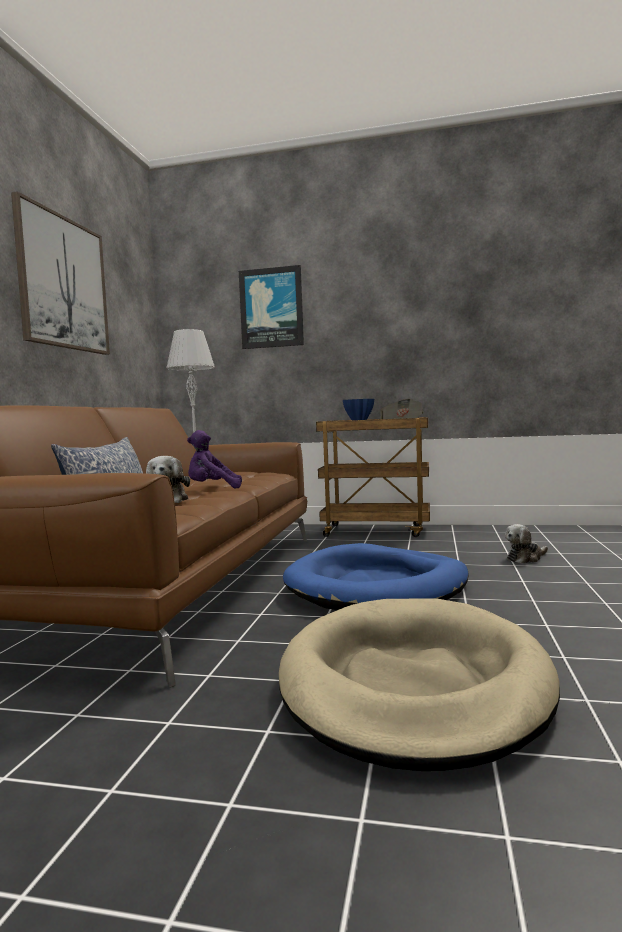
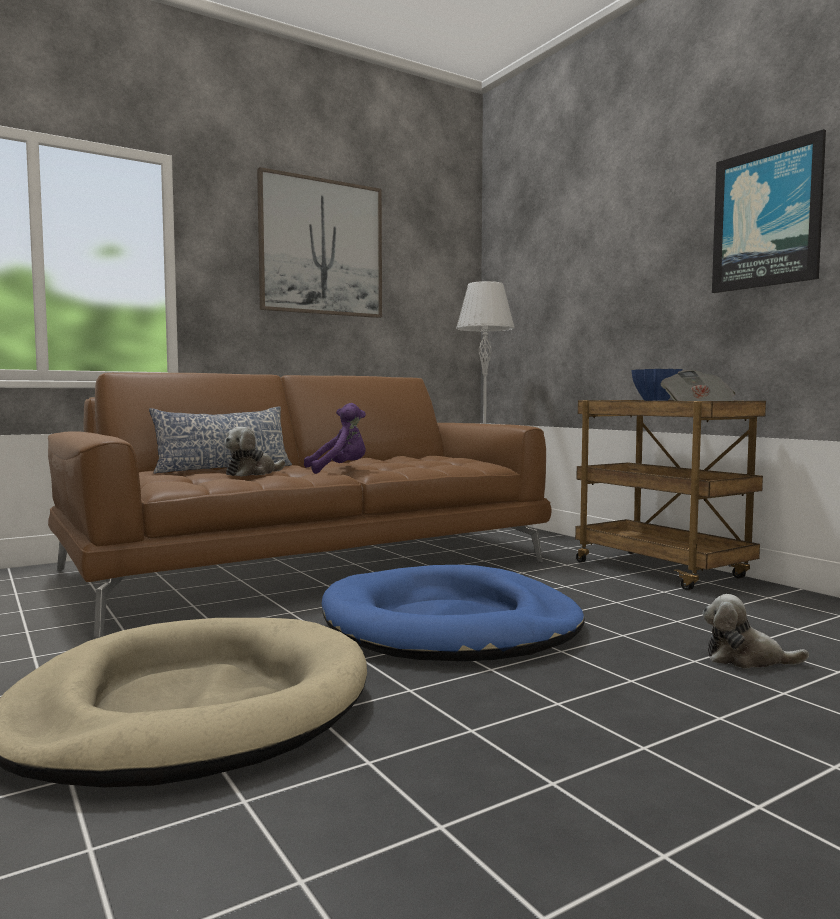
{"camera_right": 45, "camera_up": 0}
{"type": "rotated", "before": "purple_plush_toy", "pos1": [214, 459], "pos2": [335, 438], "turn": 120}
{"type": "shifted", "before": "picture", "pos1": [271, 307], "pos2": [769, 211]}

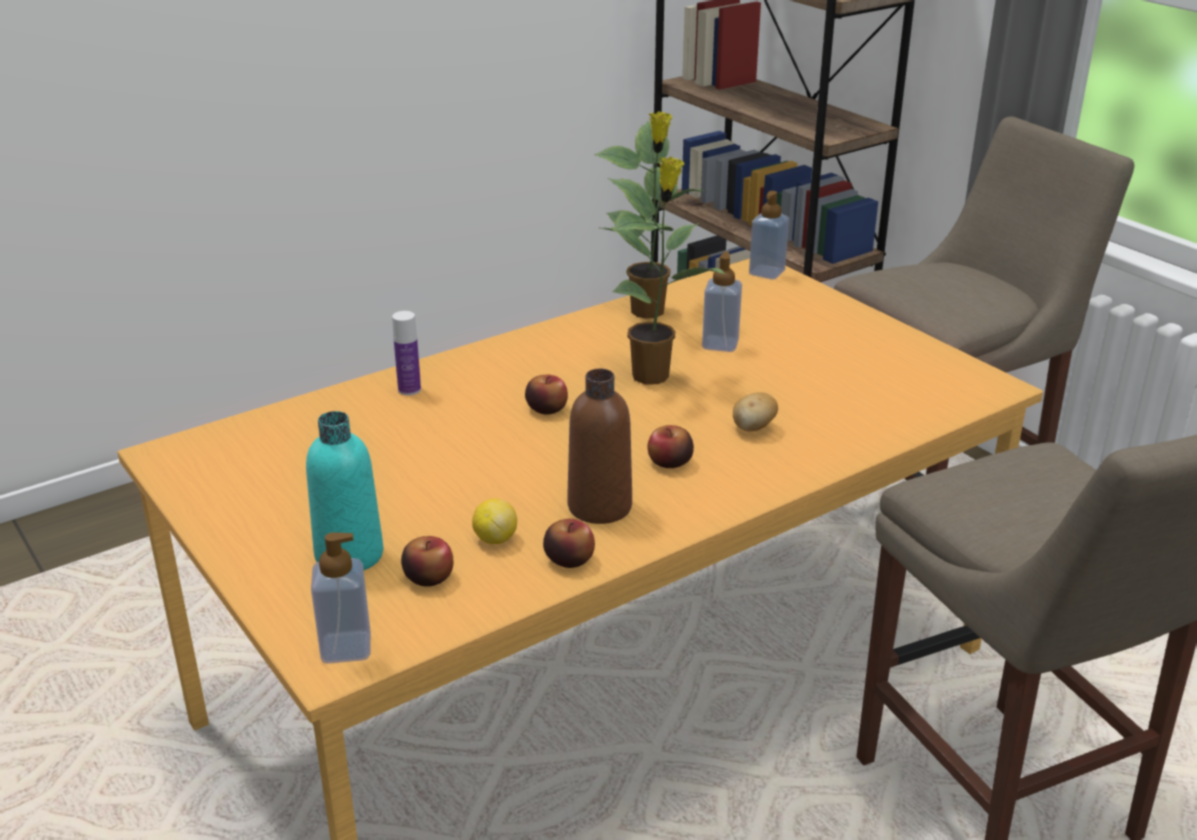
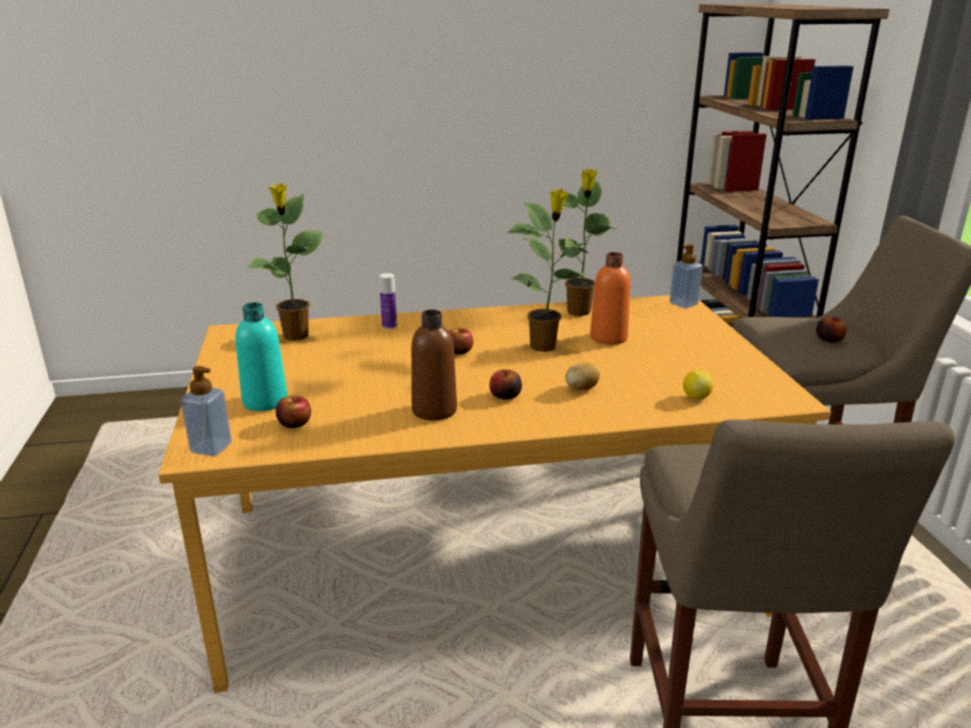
{"camera_right": 25, "camera_up": -5}
{"type": "new", "after": "potted_plant", "pos2": [284, 262]}
{"type": "swapped", "before": "soap_dispenser", "after": "orange_bottle", "pos1": [722, 301], "pos2": [610, 298]}
{"type": "shifted", "before": "lemon", "pos1": [494, 521], "pos2": [698, 385]}
{"type": "shifted", "before": "apple", "pos1": [569, 543], "pos2": [831, 330]}

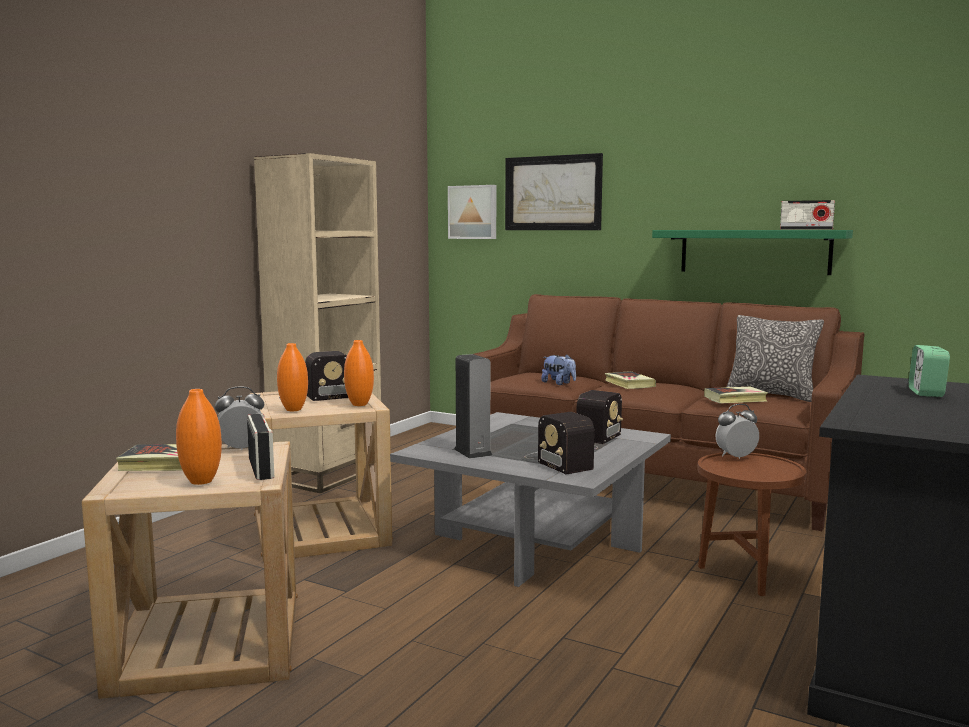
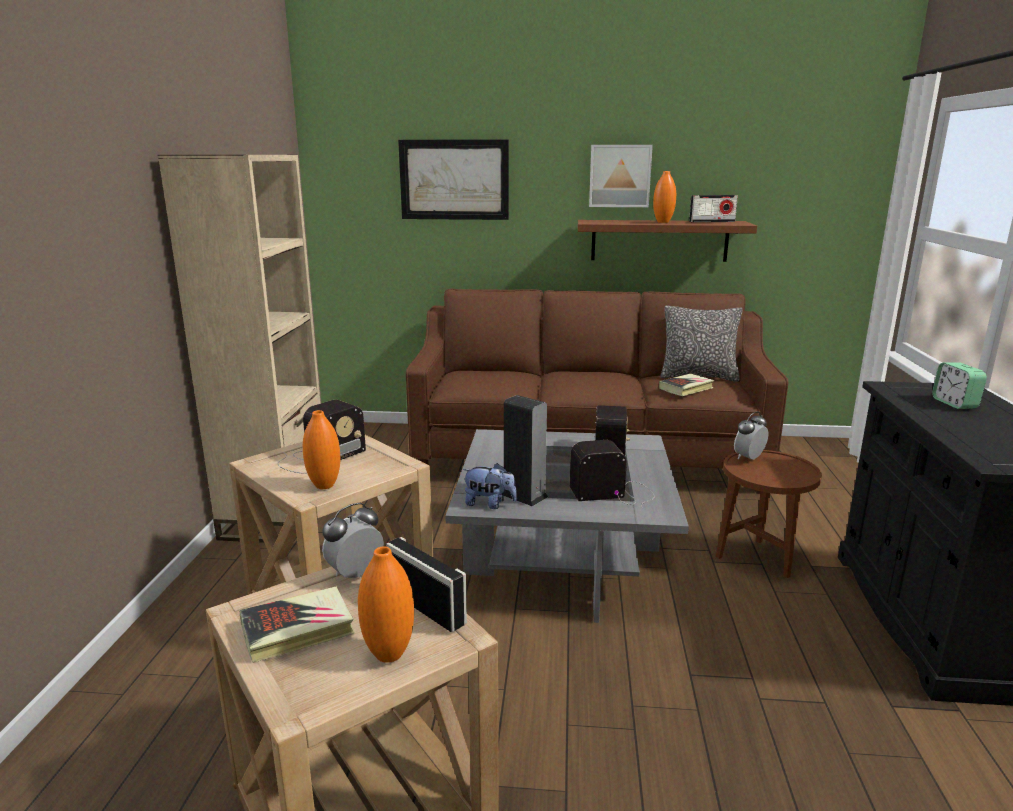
{"camera_right": -25, "camera_up": 10}
{"type": "shifted", "before": "plush_toy", "pos1": [558, 369], "pos2": [489, 486]}
{"type": "rotated", "before": "radio", "pos1": [560, 443], "pos2": [612, 474], "turn": 135}
{"type": "repainted", "before": "green_shelf", "after": "brown_shelf", "pos1": [752, 252], "pos2": [667, 241]}
{"type": "shifted", "before": "picture", "pos1": [472, 212], "pos2": [621, 176]}
{"type": "shifted", "before": "orange_vase", "pos1": [359, 373], "pos2": [664, 197]}
{"type": "gone", "before": "book", "pos1": [630, 380]}

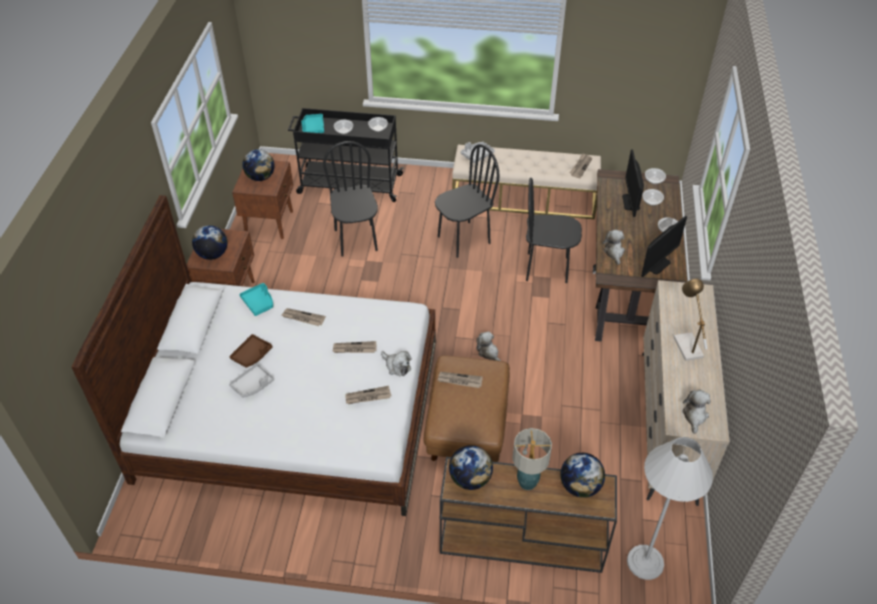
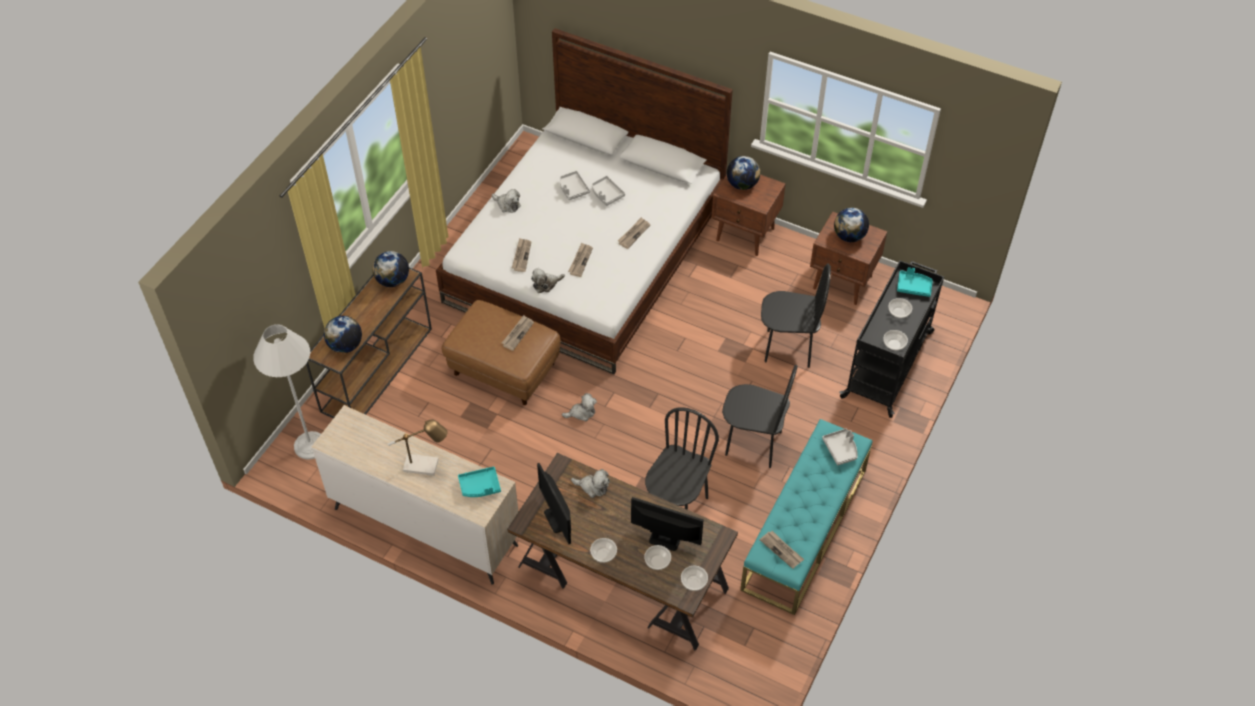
{"camera_right": 110, "camera_up": 5}
{"type": "shifted", "before": "turquoise_tray", "pos1": [256, 299], "pos2": [479, 482]}
{"type": "shifted", "before": "plush_toy", "pos1": [696, 412], "pos2": [506, 201]}
{"type": "repainted", "before": "brown_tray", "after": "grey_tray", "pos1": [251, 351], "pos2": [608, 191]}
{"type": "rotated", "before": "black_chair", "pos1": [467, 201], "pos2": [760, 416], "turn": -60}
{"type": "repainted", "before": "beige_bench", "after": "turquoise_bench", "pos1": [526, 182], "pos2": [806, 517]}
{"type": "gone", "before": "table_lamp", "pos1": [532, 459]}

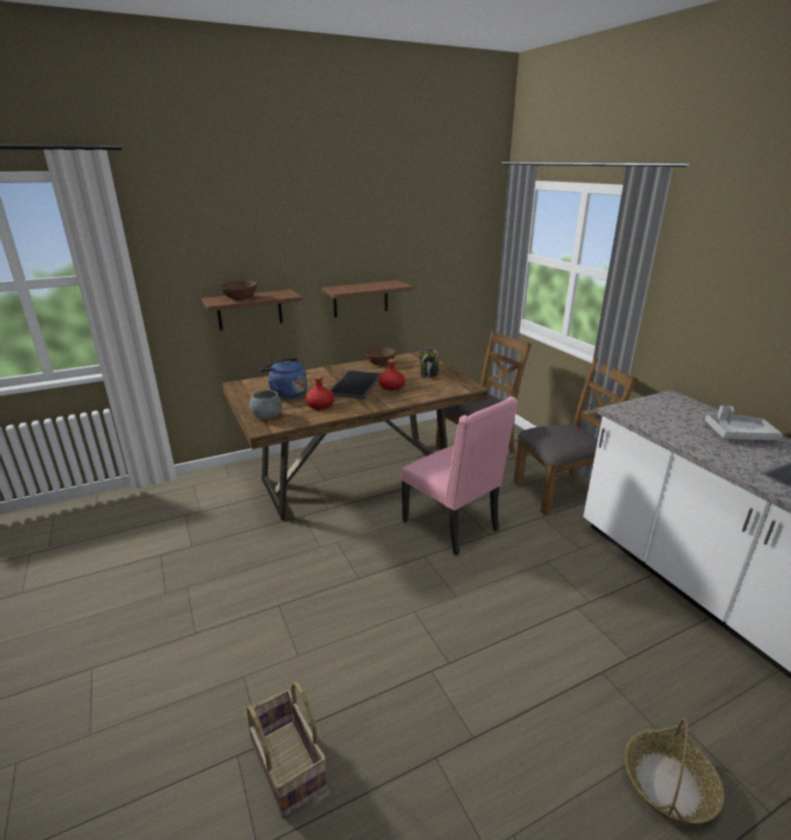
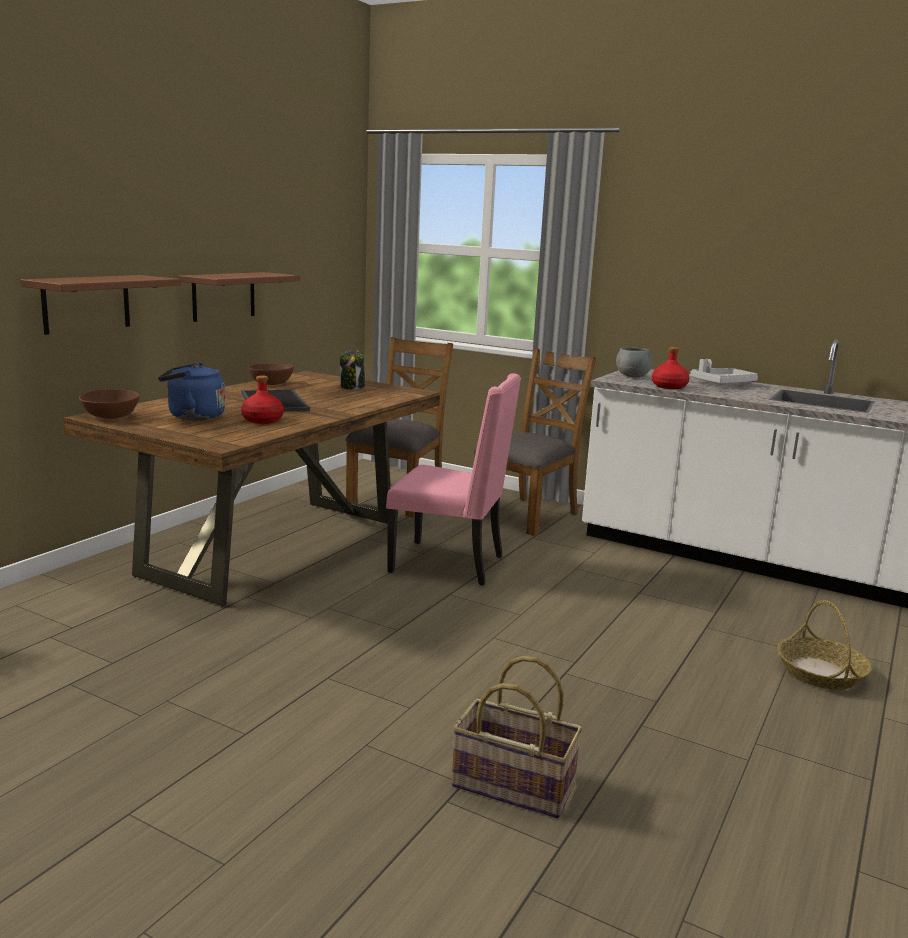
{"camera_right": -35, "camera_up": -10}
{"type": "shifted", "before": "brown_bowl", "pos1": [238, 290], "pos2": [109, 404]}
{"type": "shifted", "before": "grey_bowl", "pos1": [265, 404], "pos2": [634, 362]}
{"type": "shifted", "before": "red_bottle", "pos1": [392, 374], "pos2": [671, 368]}

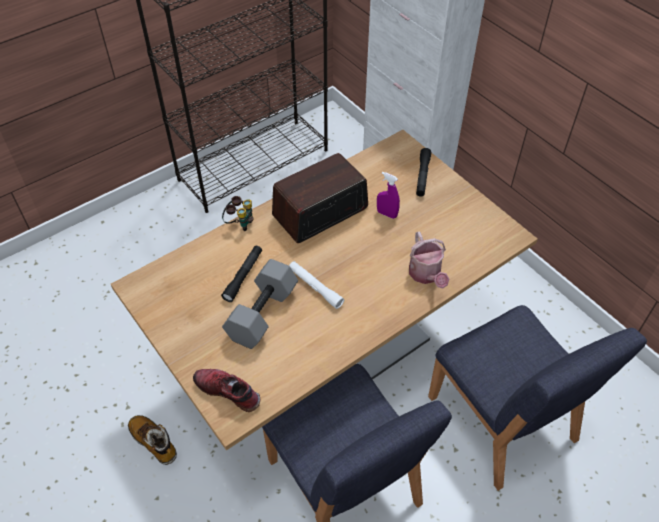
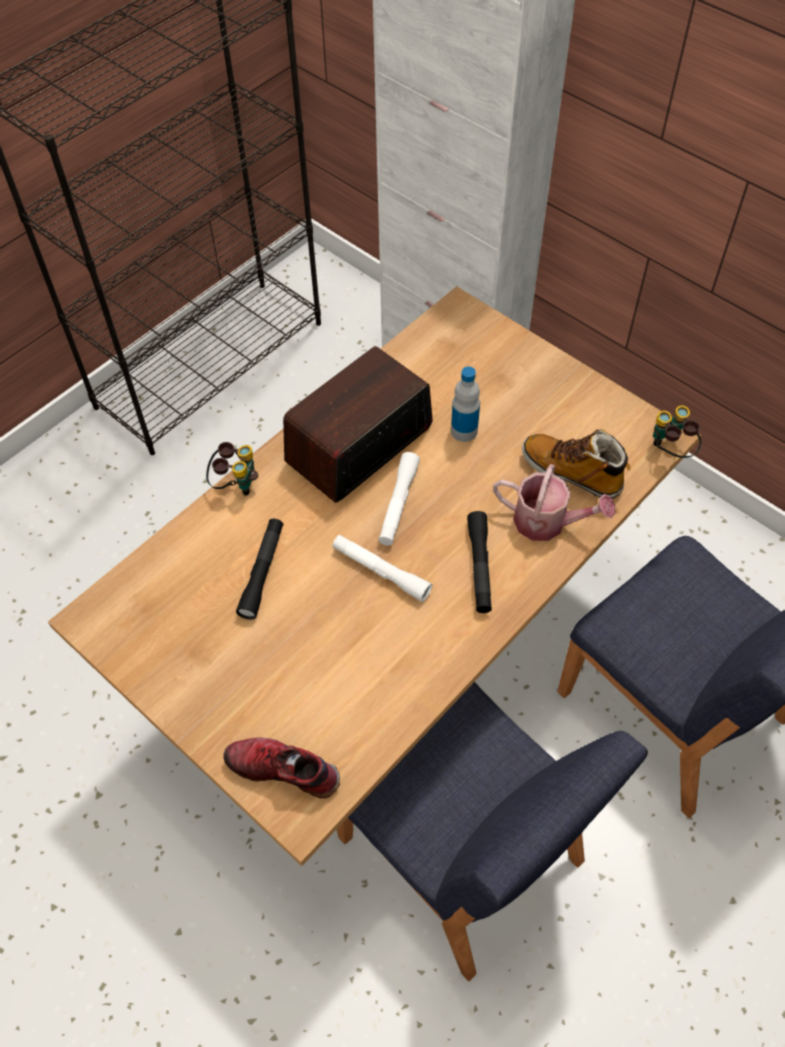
{"camera_right": -10, "camera_up": 5}
{"type": "new", "after": "white_flashlight", "pos2": [399, 498]}
{"type": "swapped", "before": "purple_spray_bottle", "after": "bottle", "pos1": [388, 195], "pos2": [465, 404]}
{"type": "shifted", "before": "black_flashlight", "pos1": [423, 172], "pos2": [479, 562]}
{"type": "rotated", "before": "watering_can", "pos1": [429, 259], "pos2": [554, 502], "turn": -45}
{"type": "shifted", "before": "boot", "pos1": [152, 440], "pos2": [576, 464]}
{"type": "new", "after": "binoculars", "pos2": [677, 431]}
{"type": "gone", "before": "grey_dumbbell", "pos1": [260, 304]}

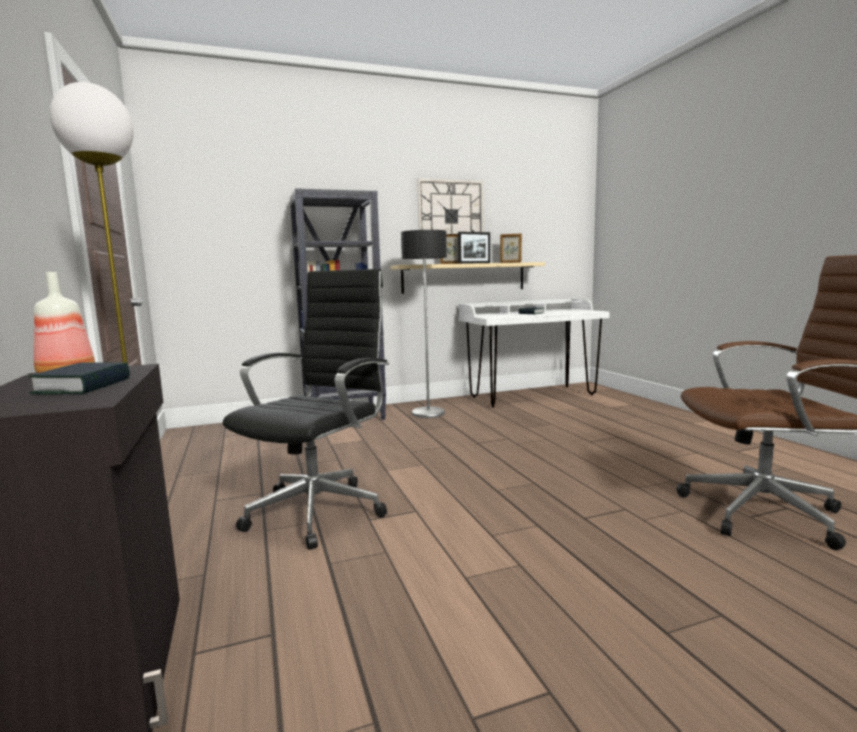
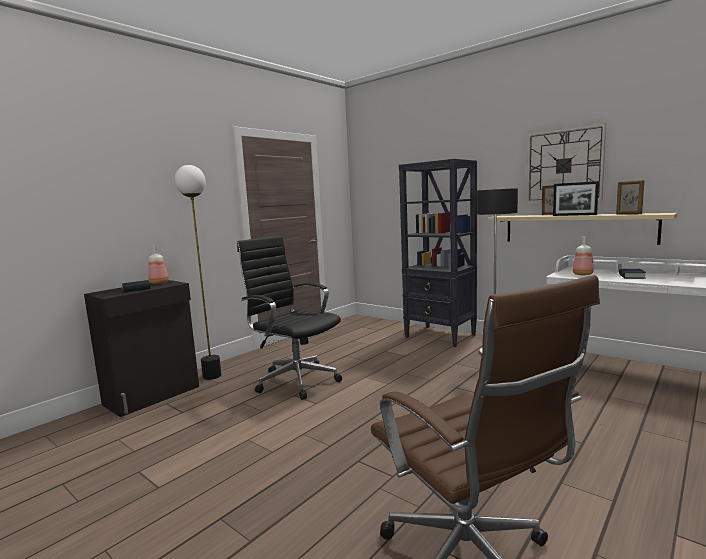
{"camera_right": 60, "camera_up": 0}
{"type": "rotated", "before": "black_office_chair", "pos1": [306, 409], "pos2": [289, 318], "turn": -135}
{"type": "new", "after": "bottle", "pos2": [583, 255]}

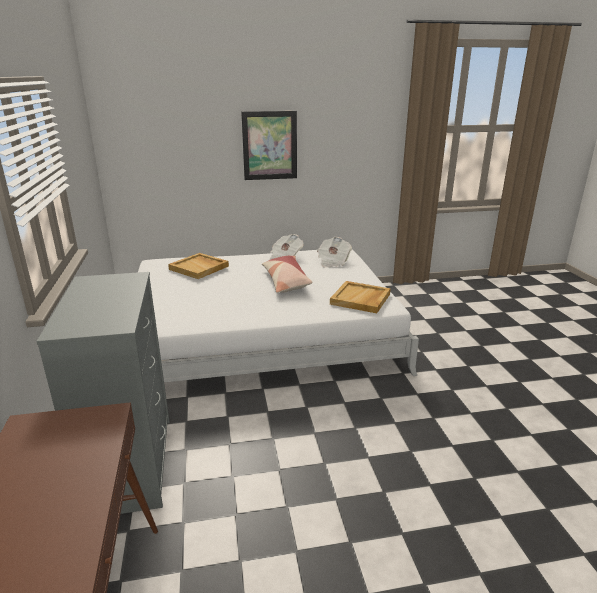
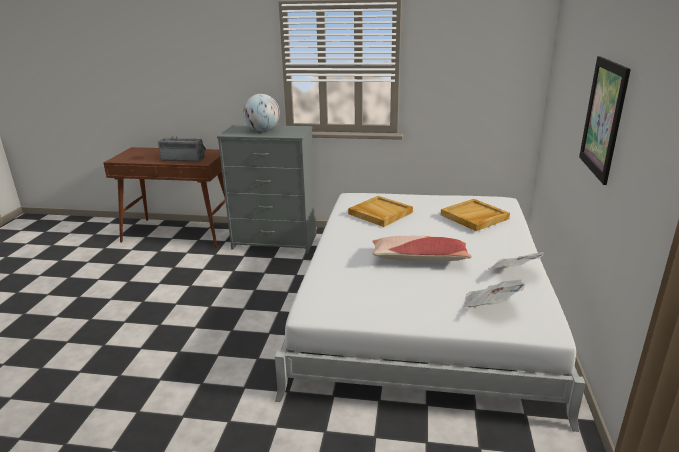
{"camera_right": 110, "camera_up": 0}
{"type": "new", "after": "radio", "pos2": [182, 149]}
{"type": "new", "after": "globe", "pos2": [261, 112]}
{"type": "shifted", "before": "beige_tray", "pos1": [360, 297], "pos2": [380, 211]}

